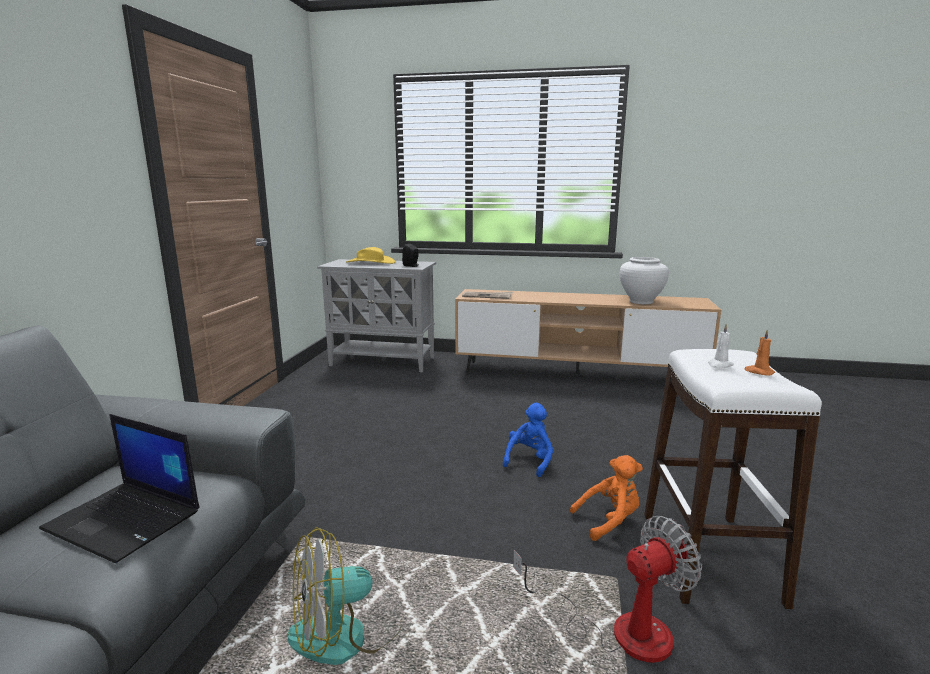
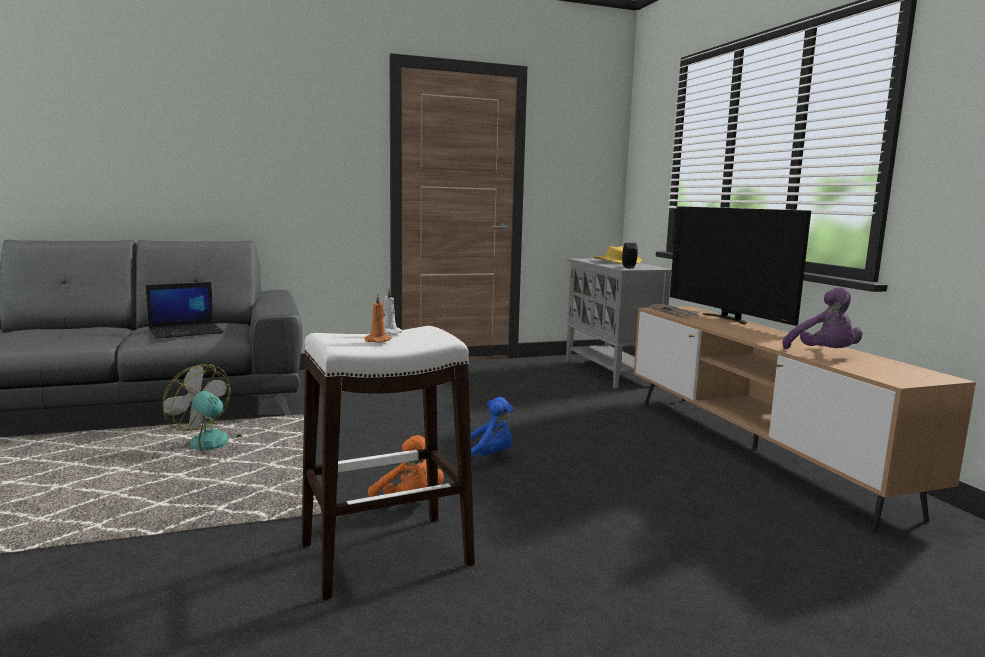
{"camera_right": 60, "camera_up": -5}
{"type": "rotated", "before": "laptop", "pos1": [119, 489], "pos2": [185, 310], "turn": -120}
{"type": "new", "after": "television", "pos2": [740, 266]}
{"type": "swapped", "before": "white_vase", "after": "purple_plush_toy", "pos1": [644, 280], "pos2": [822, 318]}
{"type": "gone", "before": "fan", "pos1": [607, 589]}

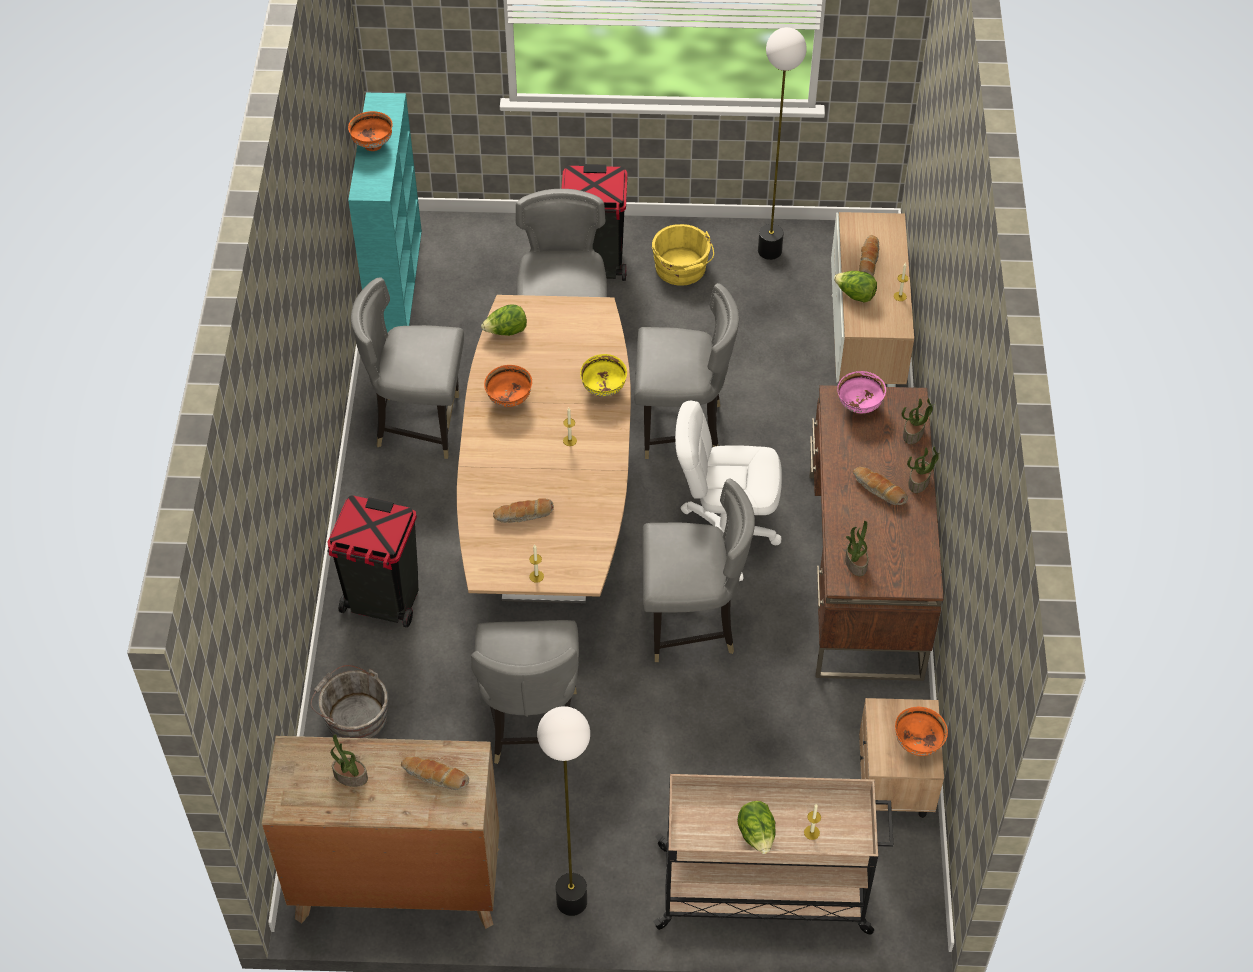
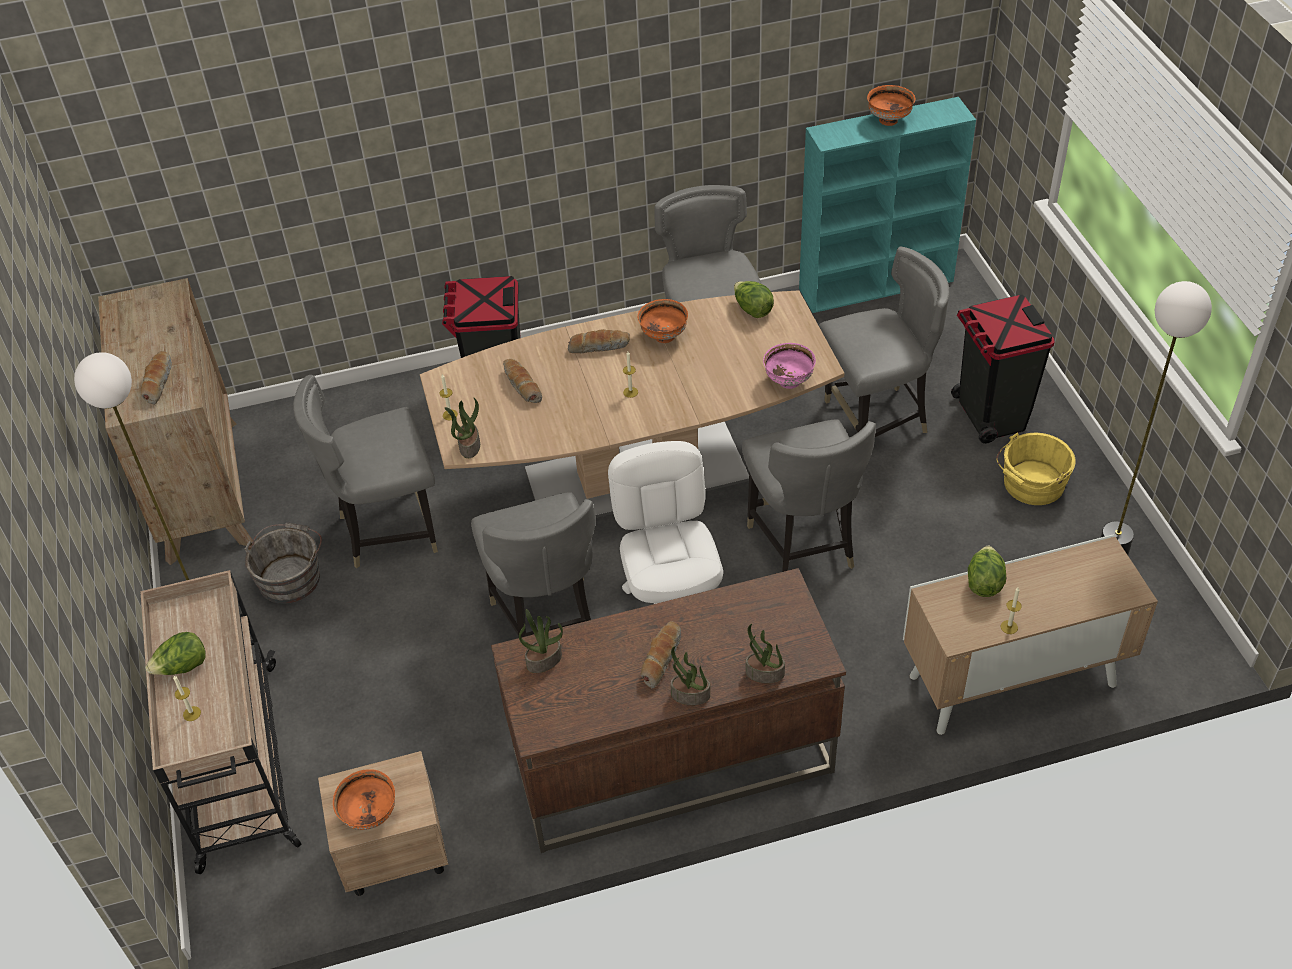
{"camera_right": 75, "camera_up": -5}
{"type": "shifted", "before": "grey_bucket", "pos1": [349, 702], "pos2": [283, 563]}
{"type": "shifted", "before": "potted_plant", "pos1": [349, 761], "pos2": [462, 427]}
{"type": "shifted", "before": "bread", "pos1": [869, 255], "pos2": [599, 341]}
{"type": "shifted", "before": "pink_bowl", "pos1": [861, 392], "pos2": [789, 366]}
{"type": "gone", "before": "yellow_bowl", "pos1": [603, 375]}

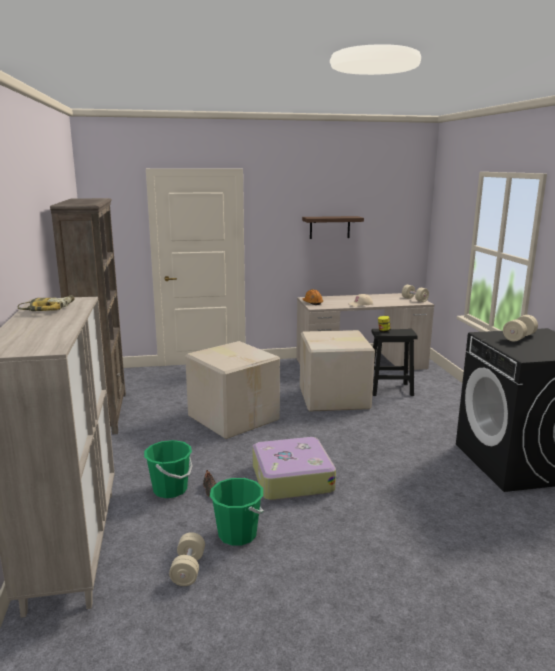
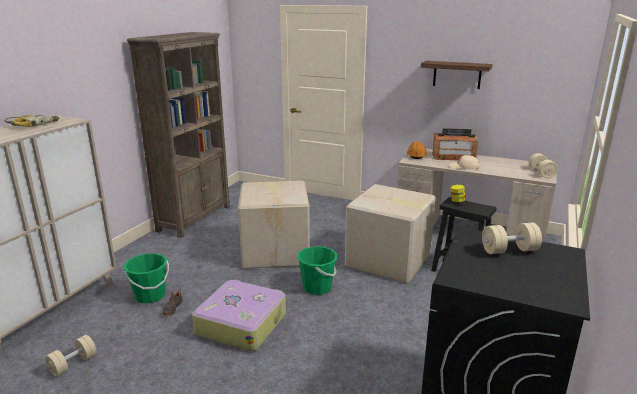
{"camera_right": 35, "camera_up": 5}
{"type": "shifted", "before": "green_bucket", "pos1": [237, 512], "pos2": [317, 270]}
{"type": "new", "after": "radio", "pos2": [455, 144]}

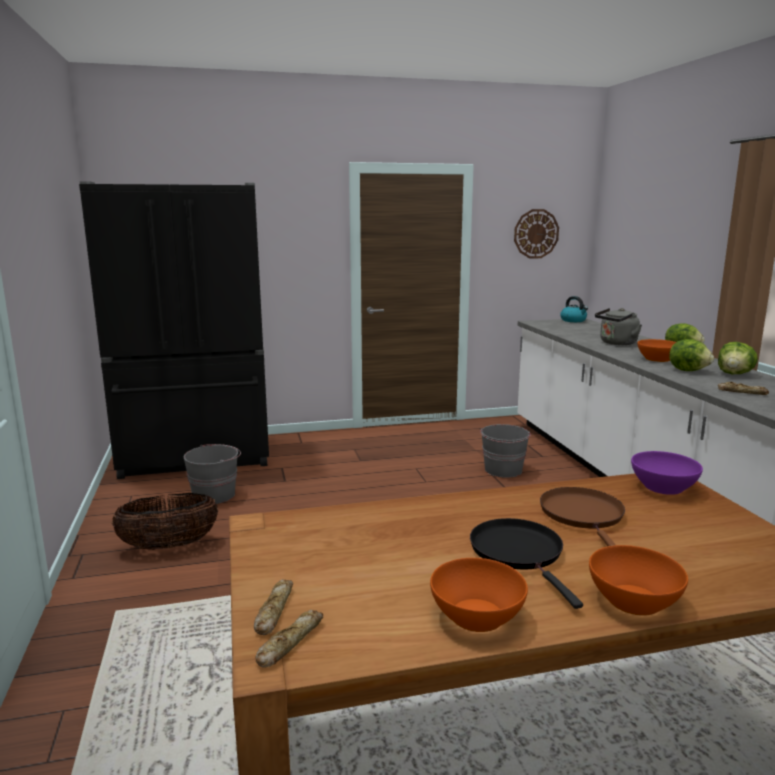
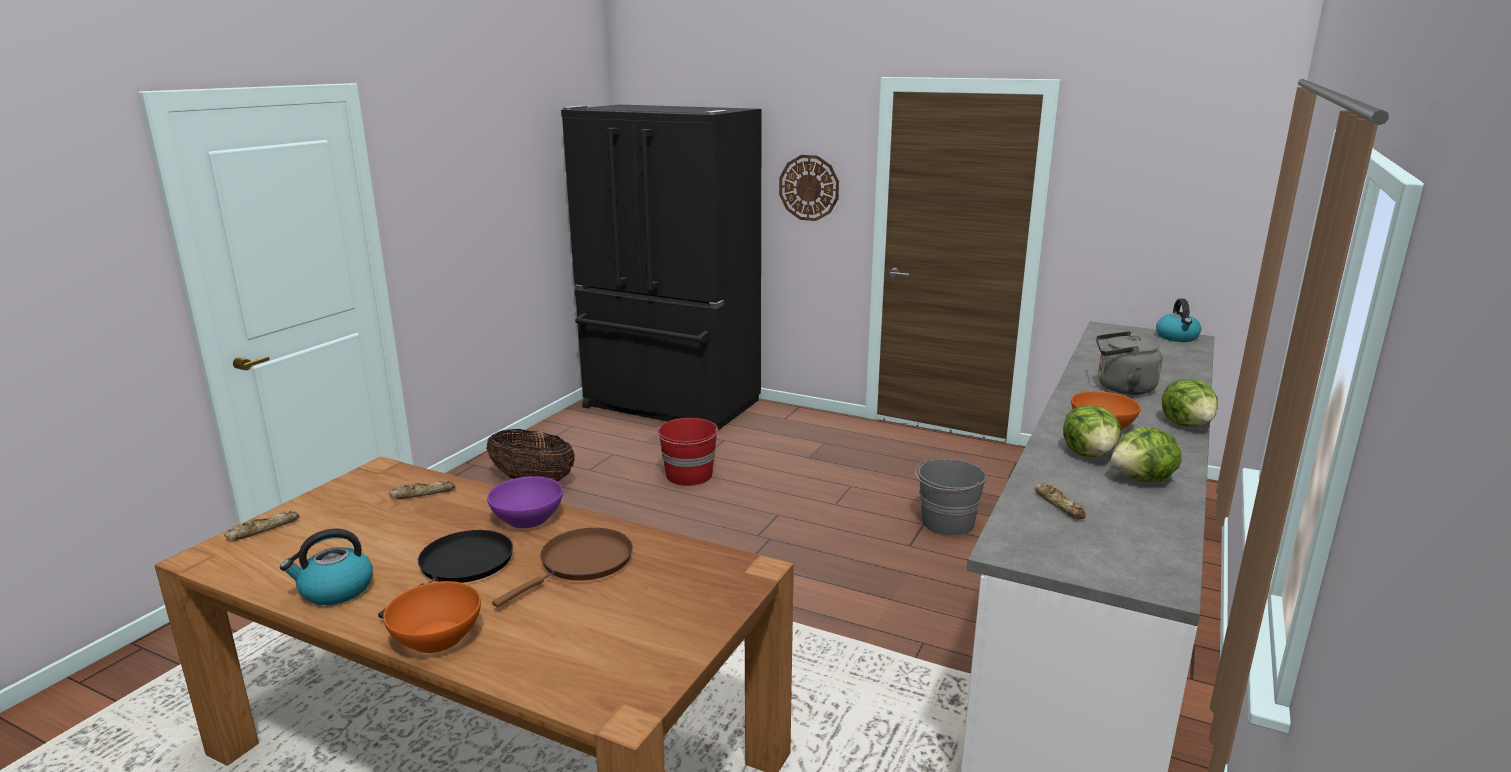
{"camera_right": 40, "camera_up": 5}
{"type": "swapped", "before": "orange_bowl", "after": "kettle", "pos1": [479, 595], "pos2": [326, 567]}
{"type": "shifted", "before": "bread", "pos1": [289, 639], "pos2": [422, 489]}
{"type": "shifted", "before": "purple_bowl", "pos1": [667, 473], "pos2": [525, 502]}
{"type": "new", "after": "red_bucket", "pos2": [687, 452]}
{"type": "shifted", "before": "wall_clock", "pos1": [536, 234], "pos2": [809, 188]}
{"type": "gone", "before": "grey_bucket", "pos1": [212, 474]}

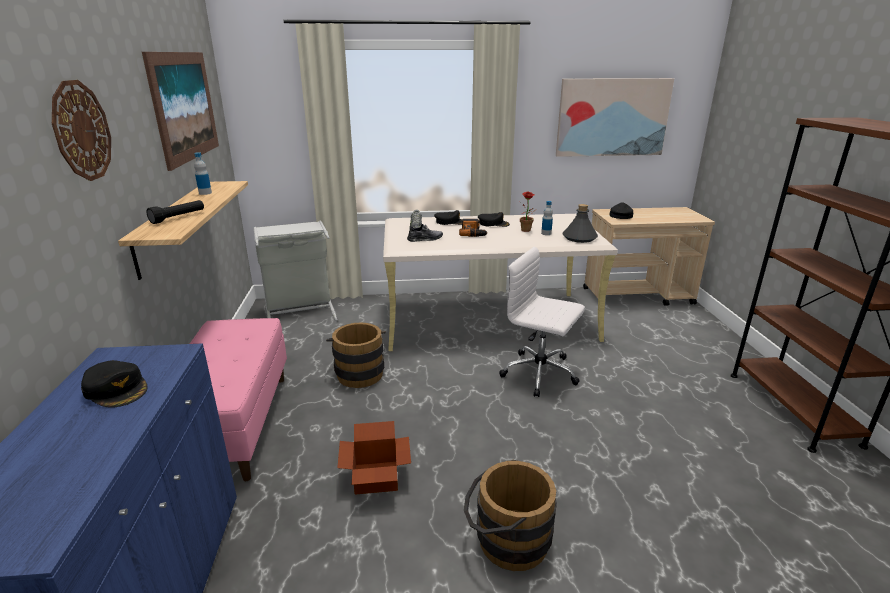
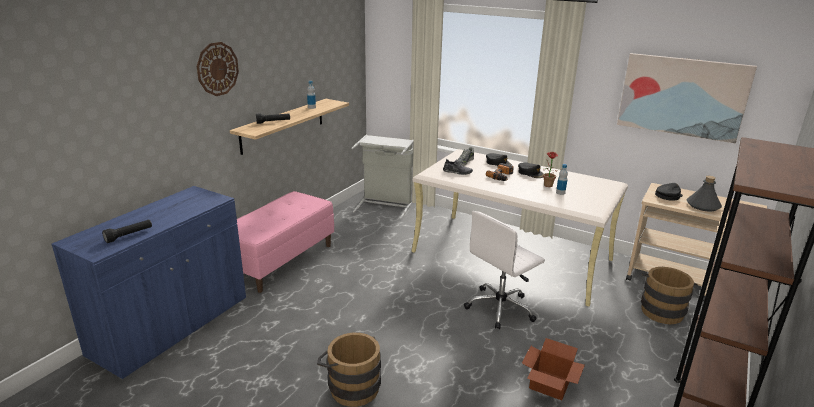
{"camera_right": 35, "camera_up": 0}
{"type": "new", "after": "black_flashlight", "pos2": [127, 231]}
{"type": "rotated", "before": "white_office_chair", "pos1": [542, 322], "pos2": [504, 270], "turn": -105}
{"type": "shifted", "before": "cardboard_box", "pos1": [374, 458], "pos2": [553, 369]}
{"type": "shifted", "before": "brown_bucket", "pos1": [356, 355], "pos2": [669, 295]}
{"type": "shifted", "before": "grey_bottle", "pos1": [580, 223], "pos2": [704, 194]}
{"type": "gone", "before": "black_cap", "pos1": [114, 384]}
{"type": "gone", "before": "picture", "pos1": [180, 111]}

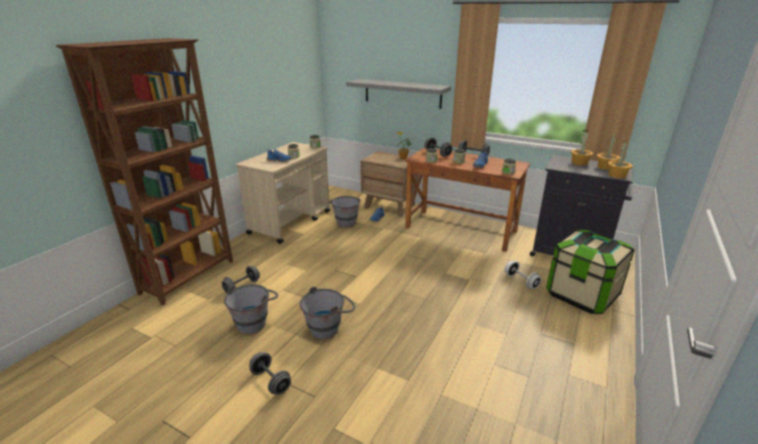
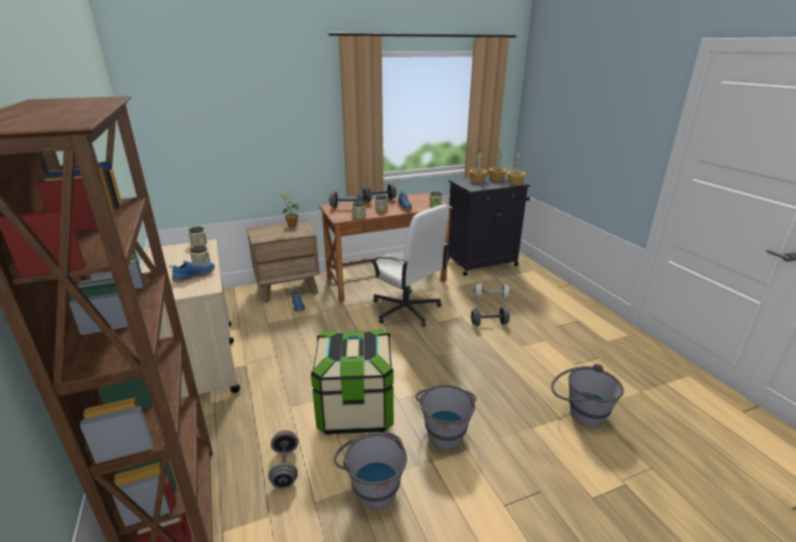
{"camera_right": -50, "camera_up": 0}
{"type": "shifted", "before": "storage_box", "pos1": [590, 272], "pos2": [352, 382]}
{"type": "new", "after": "white_office_chair", "pos2": [409, 266]}
{"type": "shifted", "before": "grey_dumbbell", "pos1": [270, 373], "pos2": [490, 316]}
{"type": "shifted", "before": "grey_bucket", "pos1": [344, 211], "pos2": [587, 395]}
{"type": "gone", "before": "grey_shelf", "pos1": [398, 94]}

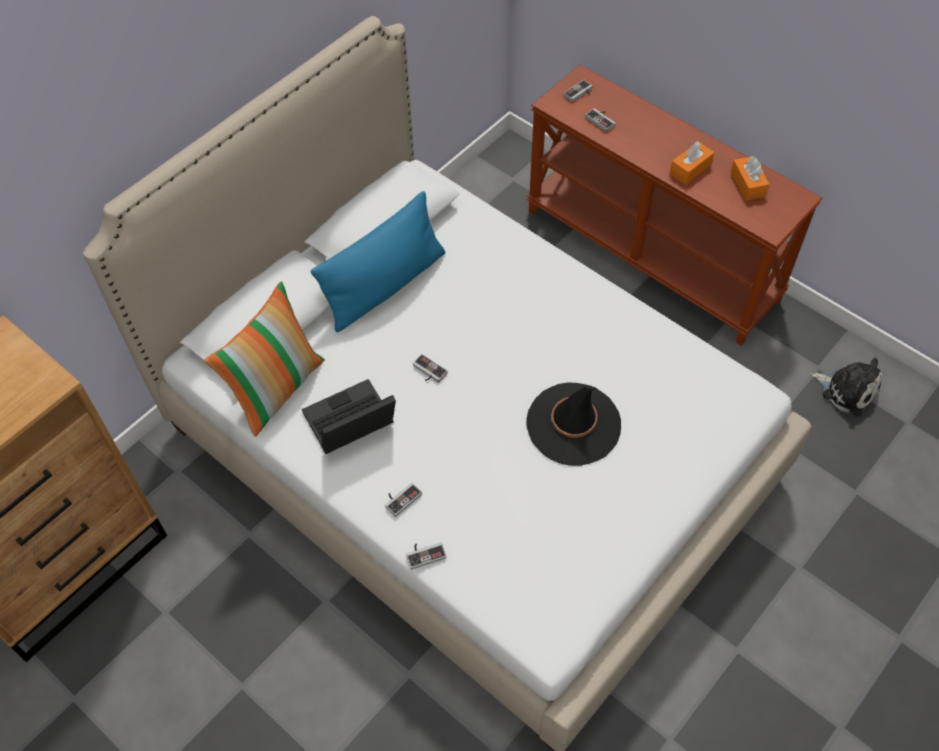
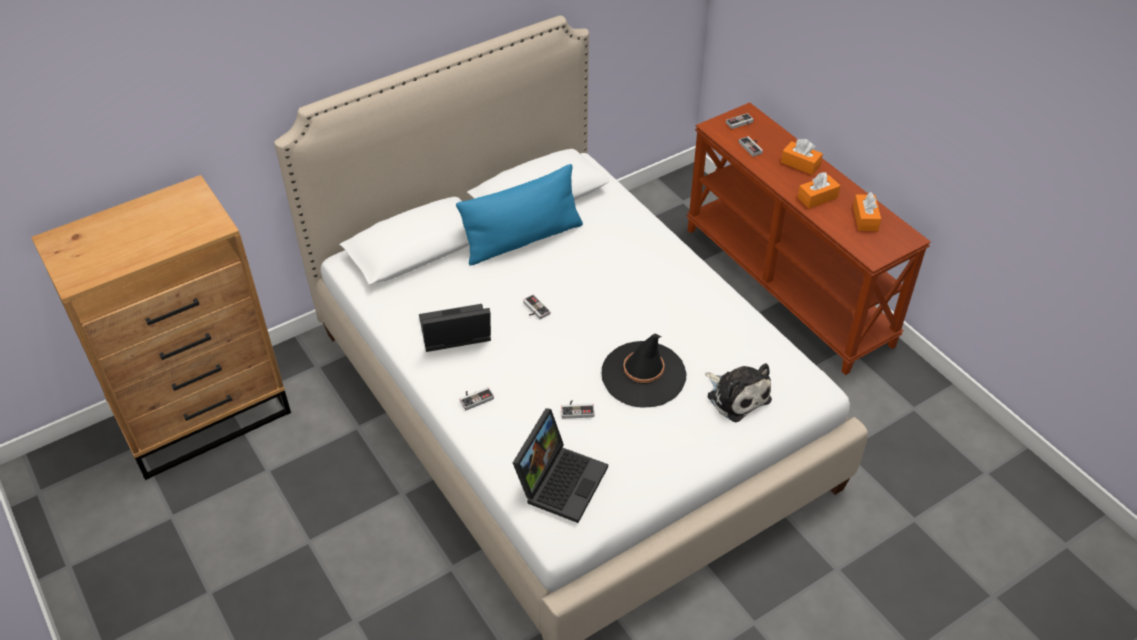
{"camera_right": 15, "camera_up": -10}
{"type": "new", "after": "laptop", "pos2": [560, 465]}
{"type": "shifted", "before": "game_controller", "pos1": [426, 556], "pos2": [577, 409]}
{"type": "shifted", "before": "plush_toy", "pos1": [846, 386], "pos2": [738, 392]}
{"type": "new", "after": "orange_tissue_box", "pos2": [802, 157]}
{"type": "gone", "before": "pillow", "pos1": [264, 359]}

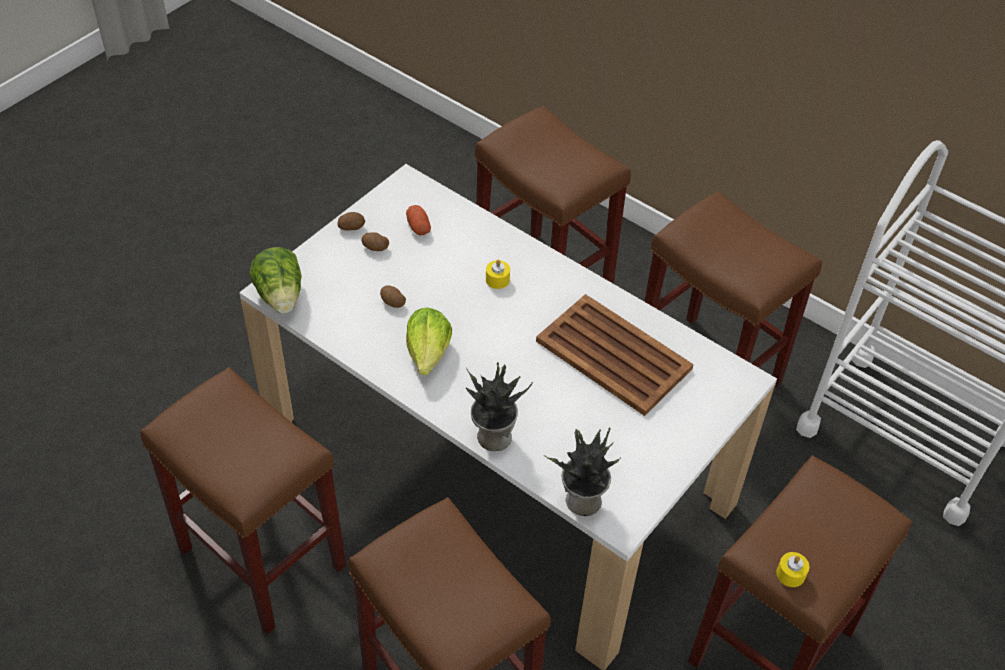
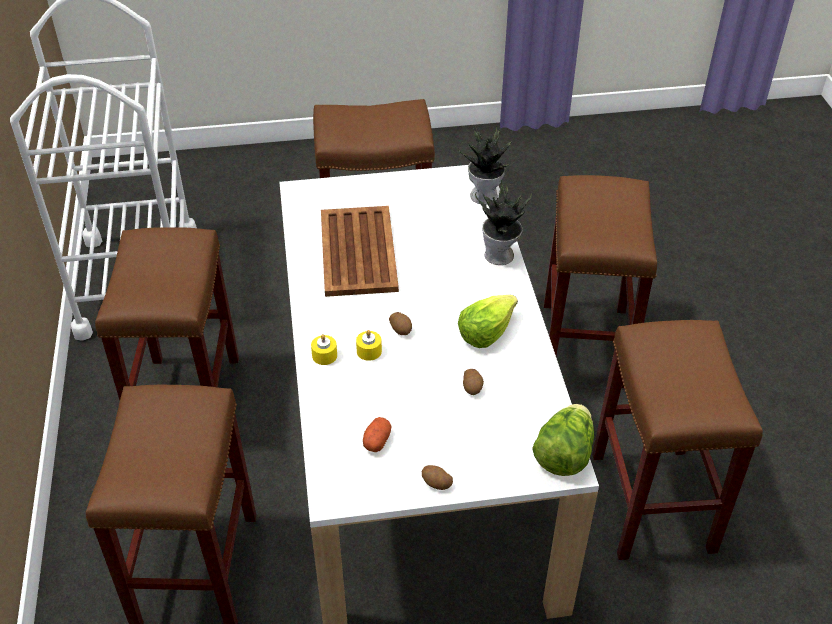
{"camera_right": -135, "camera_up": -5}
{"type": "shifted", "before": "yellow_candle", "pos1": [792, 569], "pos2": [324, 349]}
{"type": "shifted", "before": "potato", "pos1": [375, 241], "pos2": [400, 323]}

